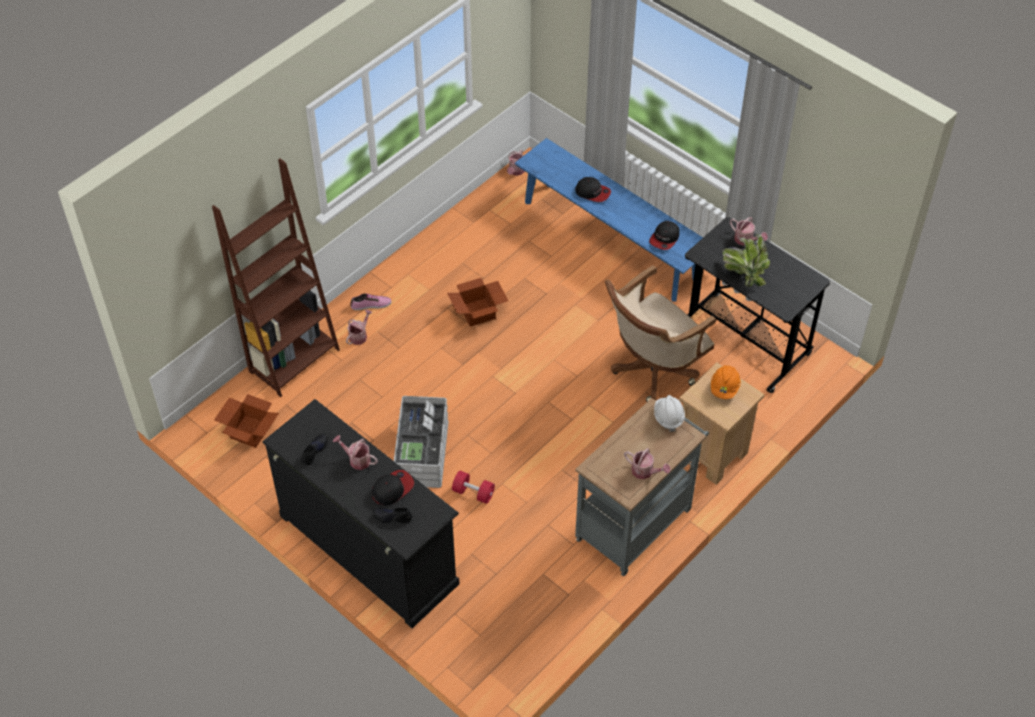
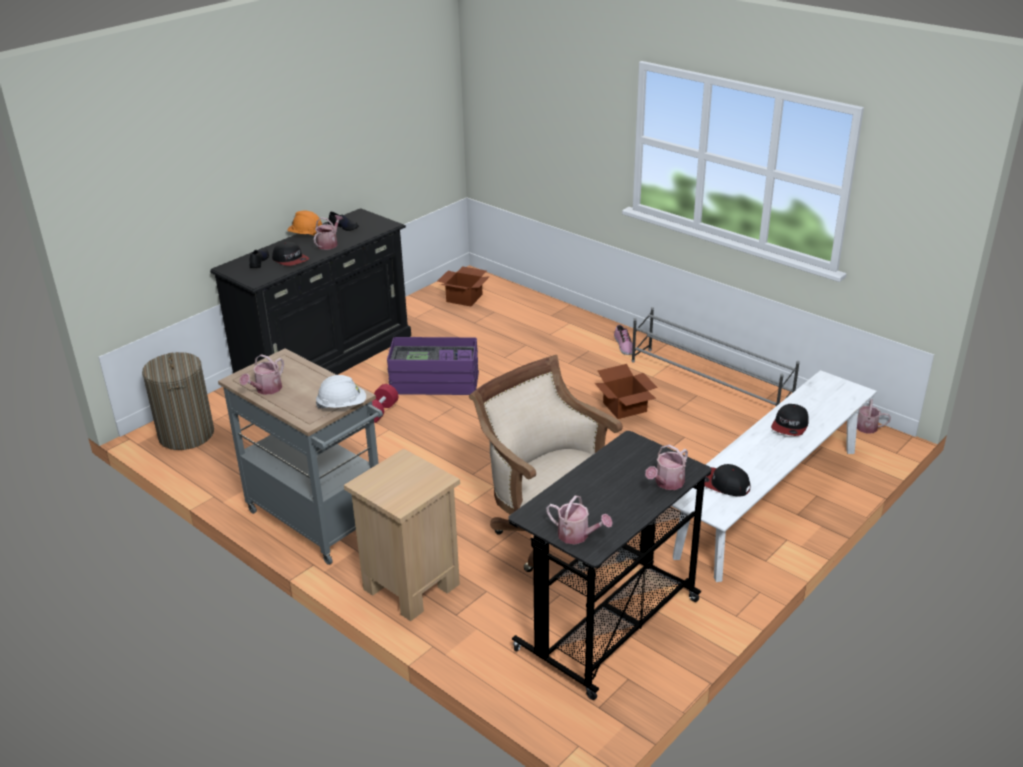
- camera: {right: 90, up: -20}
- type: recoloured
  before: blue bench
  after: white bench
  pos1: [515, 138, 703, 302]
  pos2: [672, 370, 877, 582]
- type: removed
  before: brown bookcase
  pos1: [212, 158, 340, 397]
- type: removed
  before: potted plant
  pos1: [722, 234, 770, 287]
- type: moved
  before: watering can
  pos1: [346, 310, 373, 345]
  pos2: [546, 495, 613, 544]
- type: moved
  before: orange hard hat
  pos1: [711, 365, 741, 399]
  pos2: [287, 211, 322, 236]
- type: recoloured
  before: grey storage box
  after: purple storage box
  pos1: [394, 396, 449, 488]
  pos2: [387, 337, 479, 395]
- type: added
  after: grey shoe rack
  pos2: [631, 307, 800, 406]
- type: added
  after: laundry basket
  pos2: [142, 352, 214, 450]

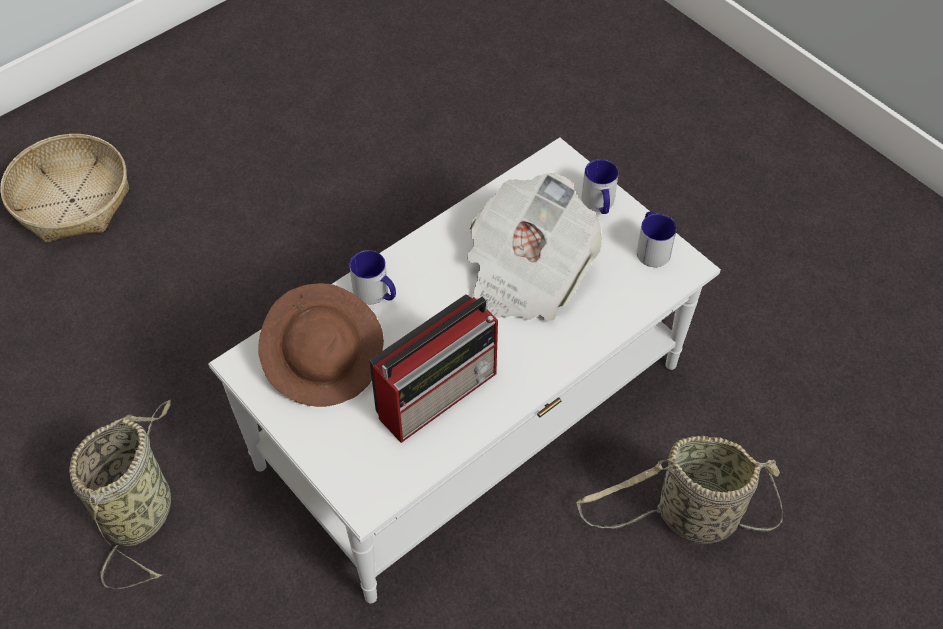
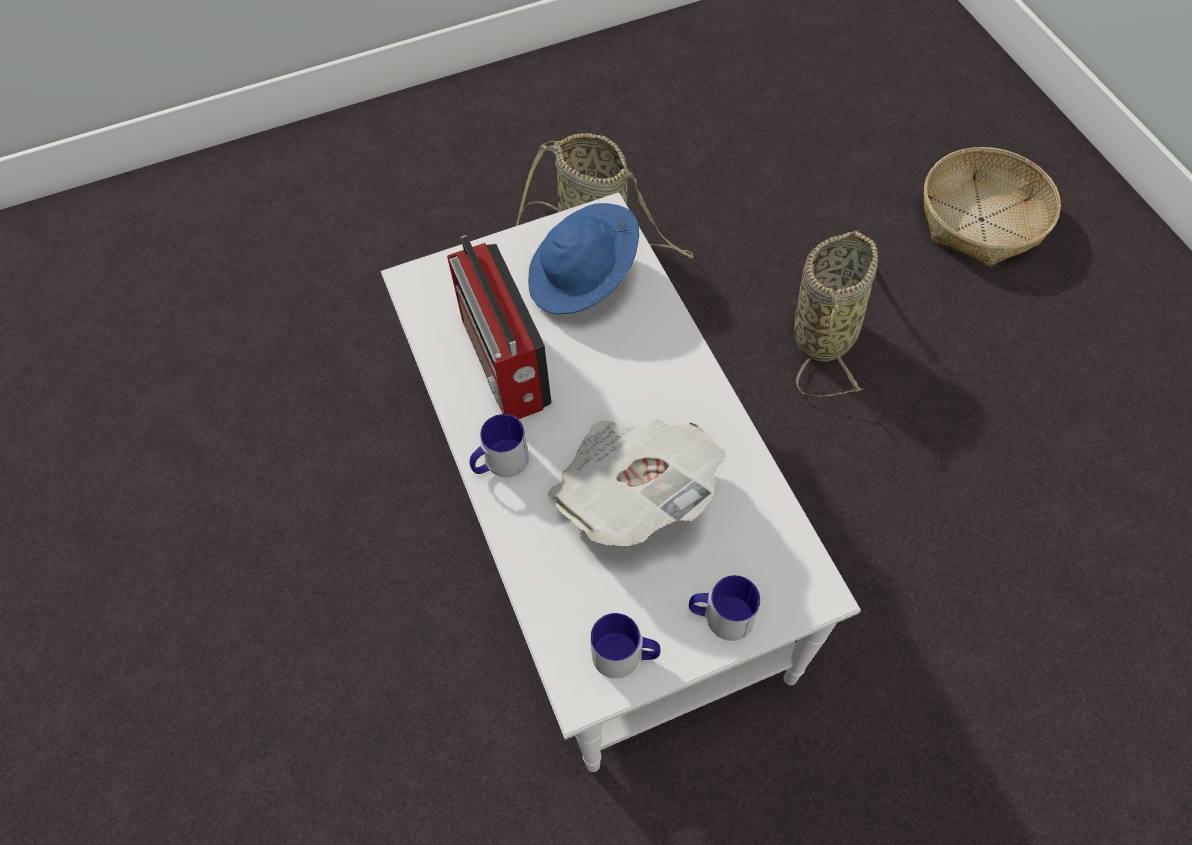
- camera: {right: 110, up: 5}
- type: moved
  before: mug
  pos1: [350, 250, 396, 304]
  pos2: [470, 414, 529, 477]
- type: recoloured
  before: brown hat
  after: blue hat
  pos1: [259, 283, 384, 407]
  pos2: [528, 203, 639, 315]
- type: moved
  before: basket
  pos1: [576, 436, 783, 544]
  pos2: [794, 230, 878, 397]

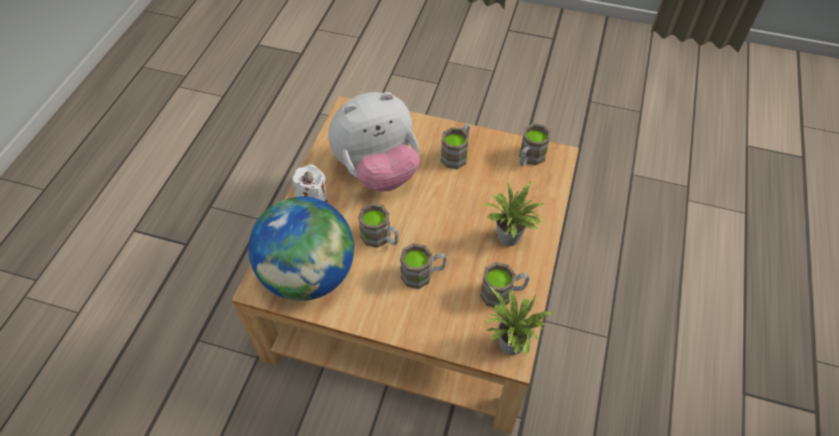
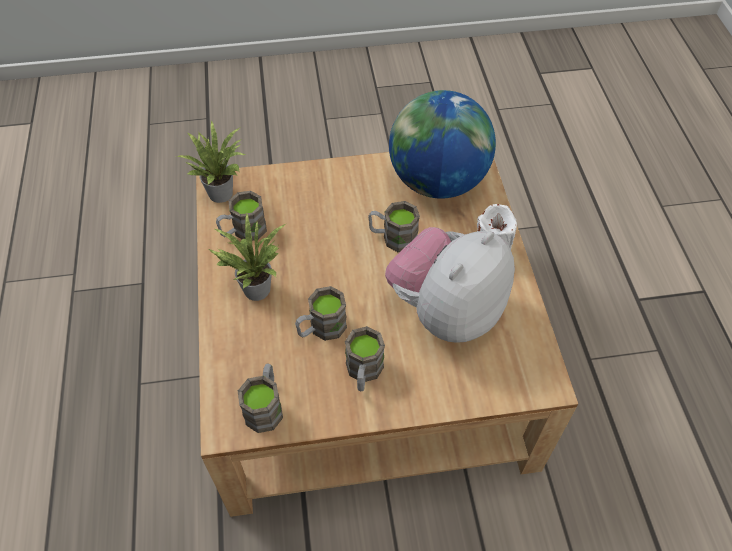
- camera: {right: 155, up: 0}
- type: moved
  before: brown mug
  pos1: [400, 243, 447, 289]
  pos2: [295, 286, 347, 341]

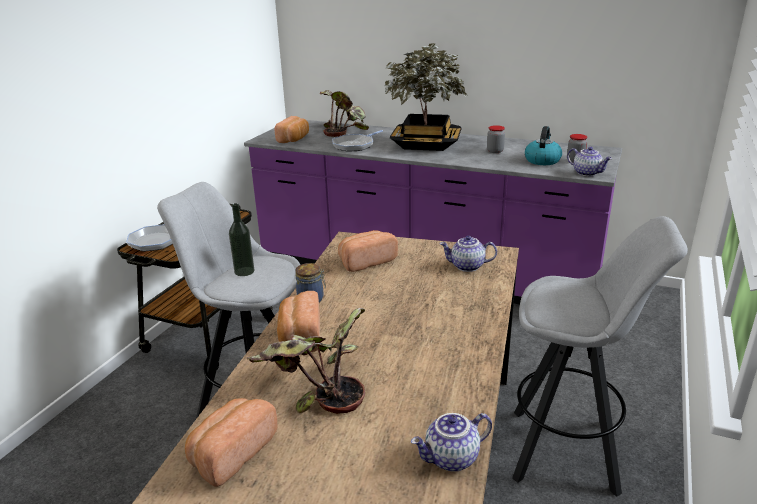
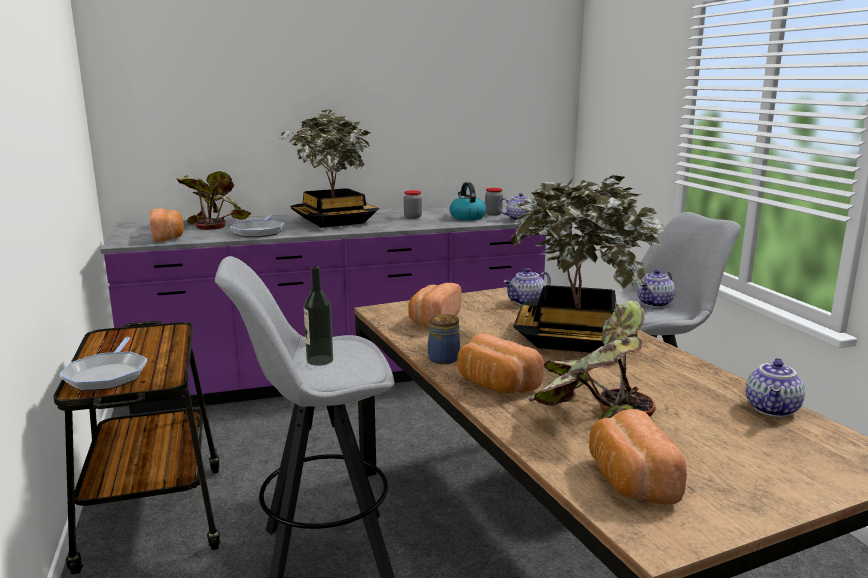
- camera: {right: -40, up: -10}
- type: added
  after: potted plant
  pos2: [510, 175, 665, 353]
- type: added
  after: teapot
  pos2: [637, 269, 675, 307]

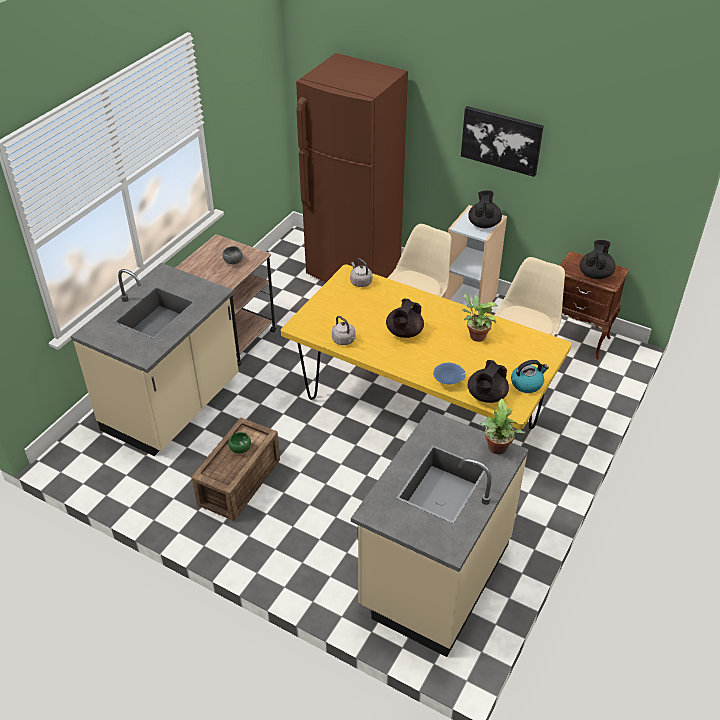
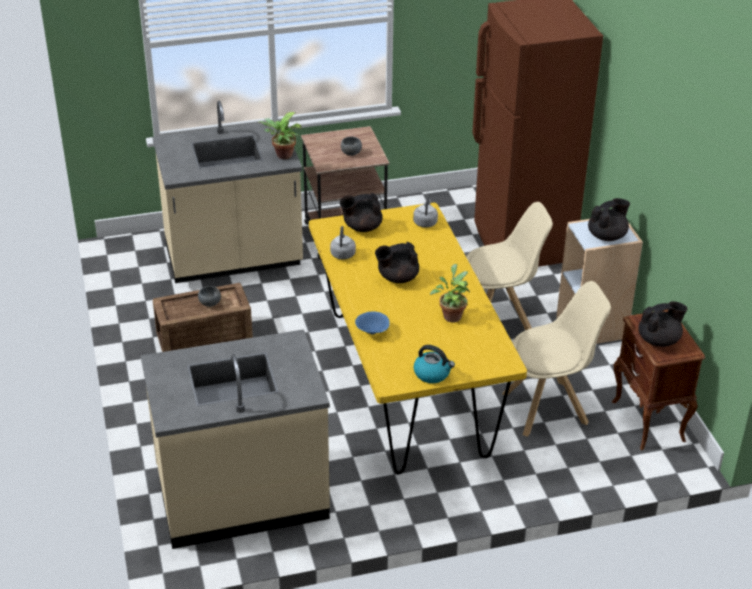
- camera: {right: 45, up: -5}
- type: removed
  before: picture
  pos1: [461, 106, 544, 177]
- type: moved
  before: black teapot
  pos1: [468, 360, 509, 403]
  pos2: [340, 193, 383, 232]
- type: moved
  before: potted plant
  pos1: [479, 399, 525, 454]
  pos2: [259, 112, 302, 159]
- type: recoloured
  before: green bowl
  after: grey bowl
  pos1: [228, 432, 251, 453]
  pos2: [198, 286, 221, 307]

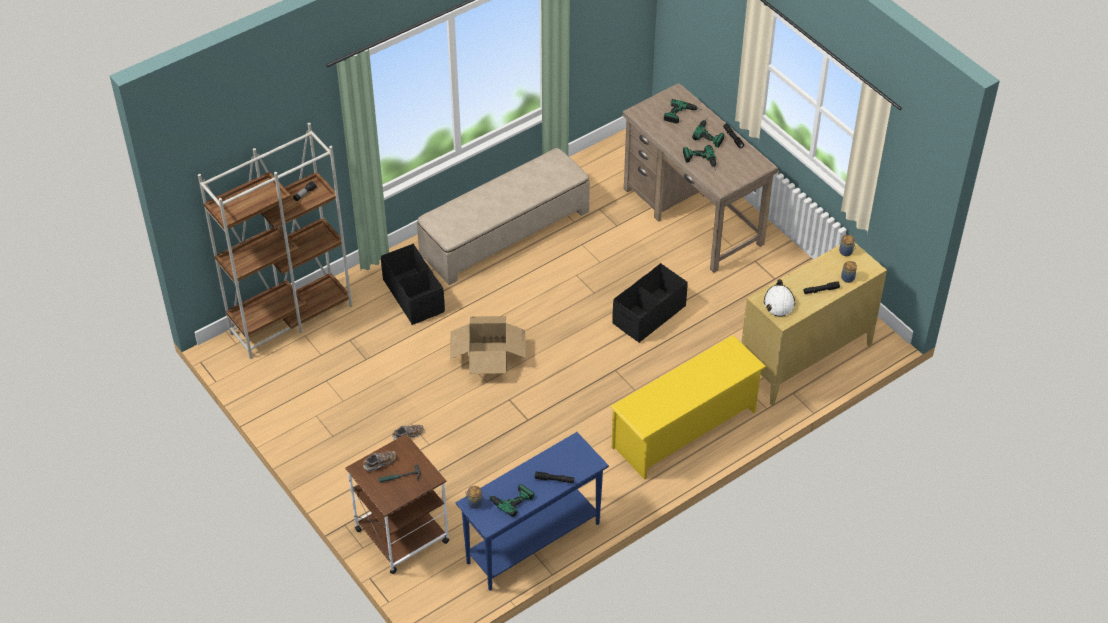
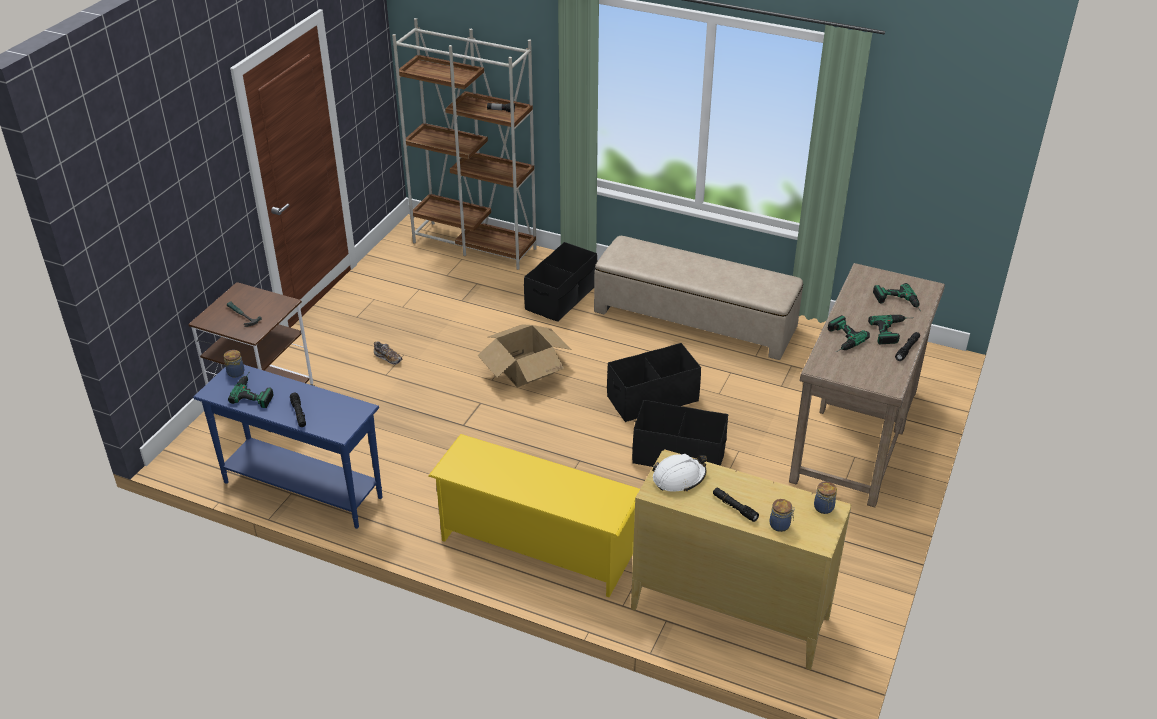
- camera: {right: 60, up: -10}
- type: removed
  before: shoe
  pos1: [363, 451, 396, 472]
- type: added
  after: black storage box
  pos2: [607, 343, 701, 422]

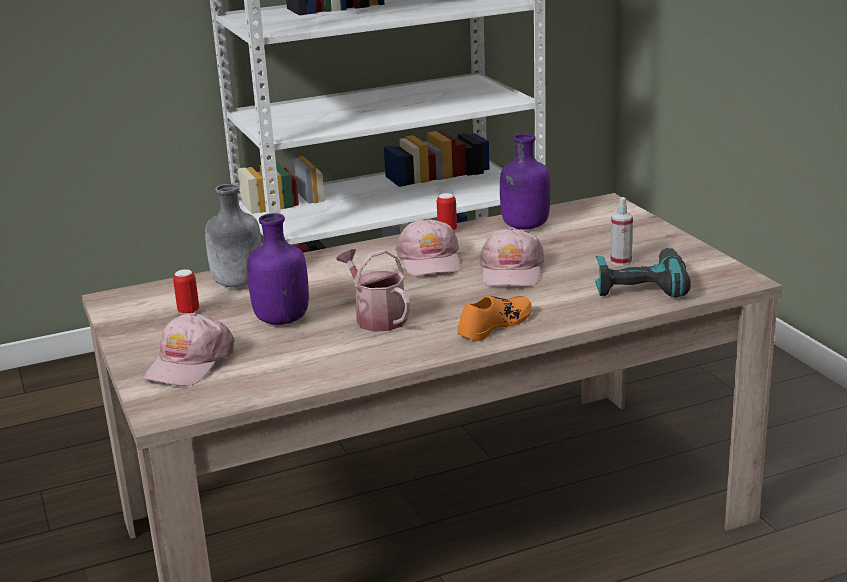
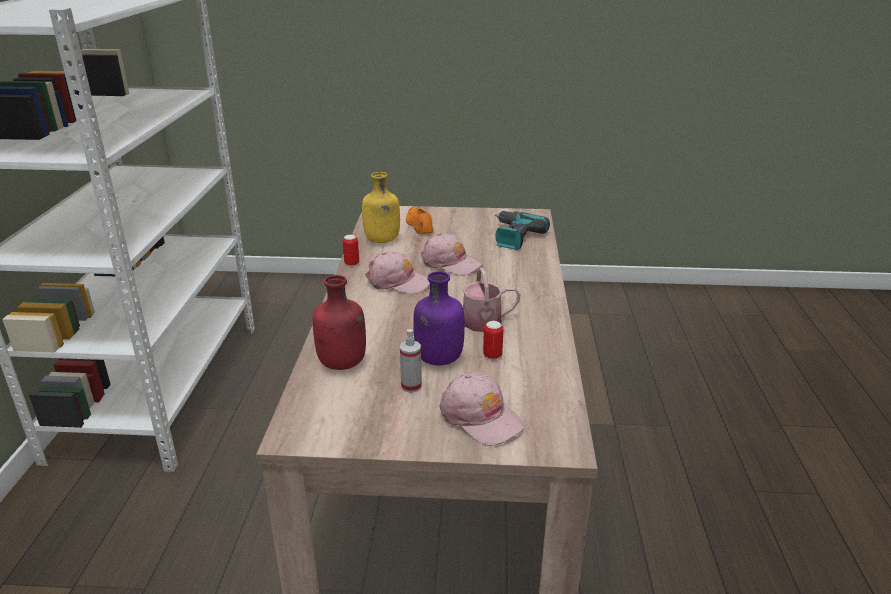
- camera: {right: -65, up: 5}
- type: recoloured
  before: purple bottle
  after: yellow bottle
  pos1: [500, 134, 550, 230]
  pos2: [362, 172, 400, 243]
- type: recoloured
  before: grey bottle
  after: red bottle
  pos1: [205, 184, 262, 288]
  pos2: [313, 275, 366, 370]
- type: moved
  before: spray bottle
  pos1: [610, 197, 633, 266]
  pos2: [400, 329, 422, 393]
- type: moved
  before: can
  pos1: [173, 269, 199, 314]
  pos2: [483, 321, 503, 360]
- type: moved
  before: orange shoe
  pos1: [458, 296, 532, 341]
  pos2: [406, 207, 433, 234]

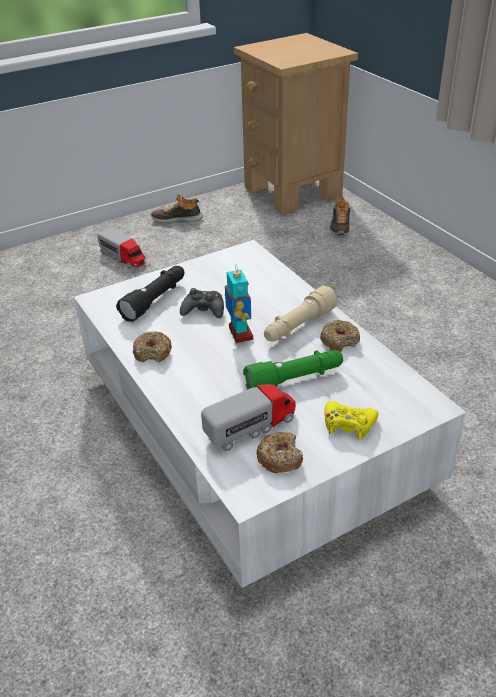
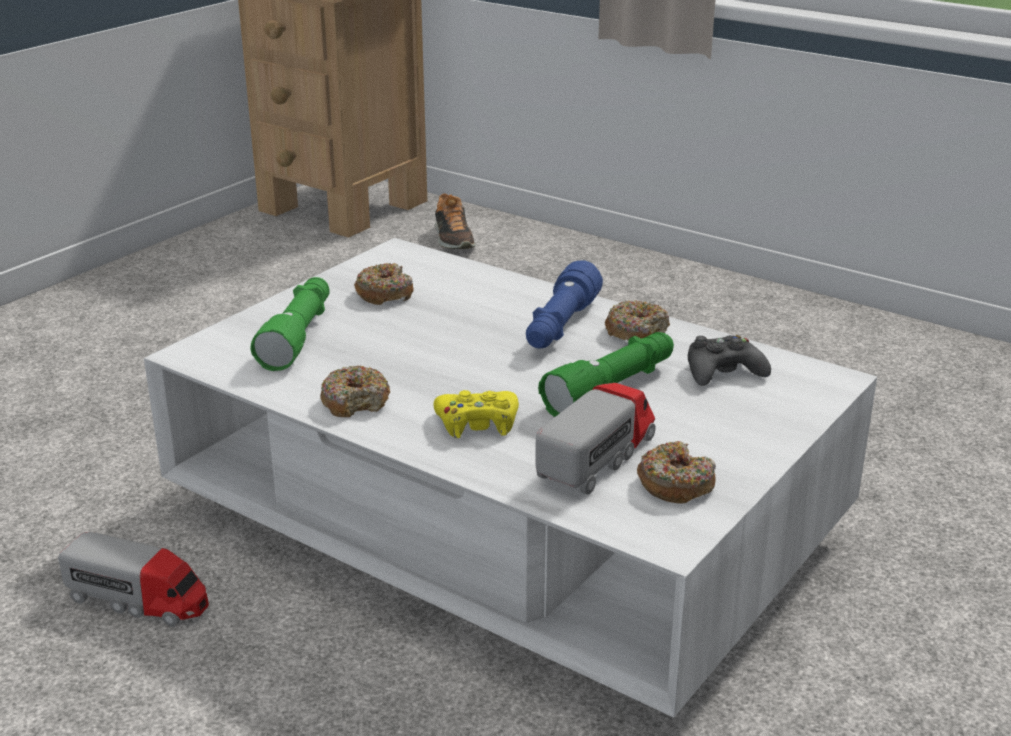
- camera: {right: -25, up: -10}
- type: removed
  before: shoe
  pos1: [151, 194, 203, 223]
- type: moved
  before: toy truck
  pos1: [97, 228, 146, 269]
  pos2: [58, 532, 209, 627]
- type: removed
  before: toy robot
  pos1: [225, 264, 253, 343]
- type: recoloured
  before: black flashlight
  after: green flashlight
  pos1: [116, 266, 184, 322]
  pos2: [250, 277, 330, 371]
- type: recoloured
  before: beige flashlight
  after: blue flashlight
  pos1: [264, 286, 338, 341]
  pos2: [526, 261, 603, 348]
- type: moved
  before: black game controller
  pos1: [180, 288, 224, 318]
  pos2: [688, 335, 771, 386]
- type: moved
  before: yellow game controller
  pos1: [324, 401, 378, 440]
  pos2: [434, 390, 519, 438]
- type: added
  after: donut
  pos2: [354, 263, 414, 305]

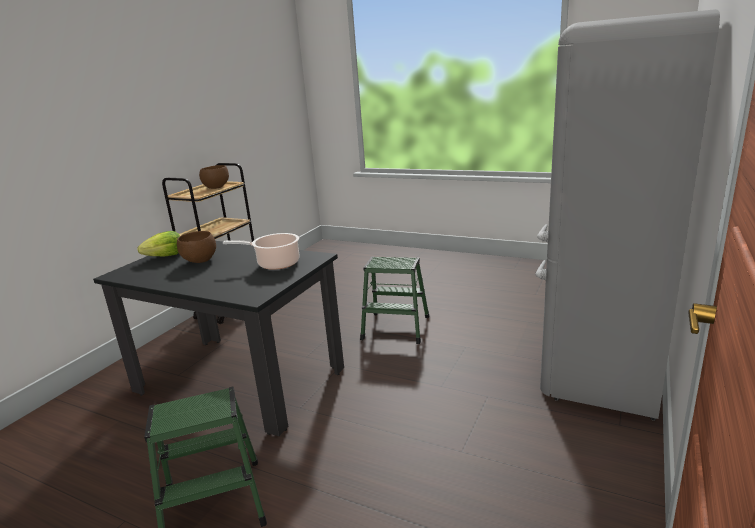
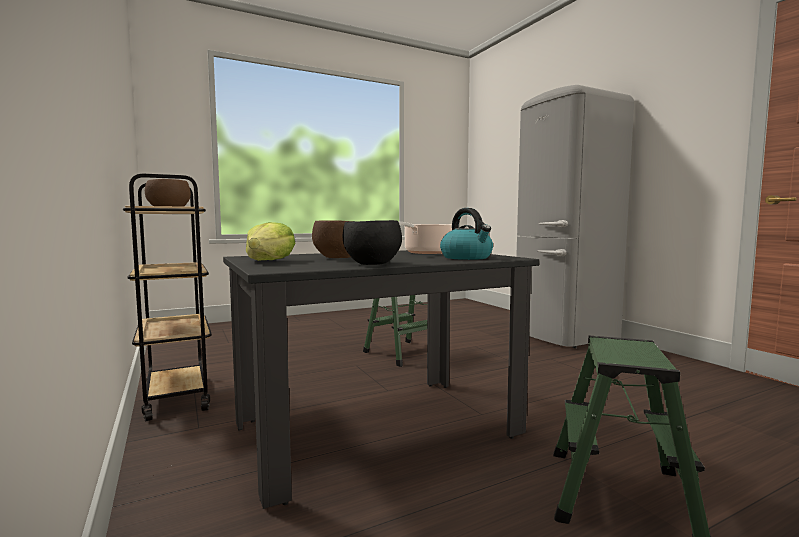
- camera: {right: -55, up: -15}
- type: added
  after: kettle
  pos2: [440, 208, 493, 260]
- type: added
  after: black bowl
  pos2: [343, 220, 402, 265]

